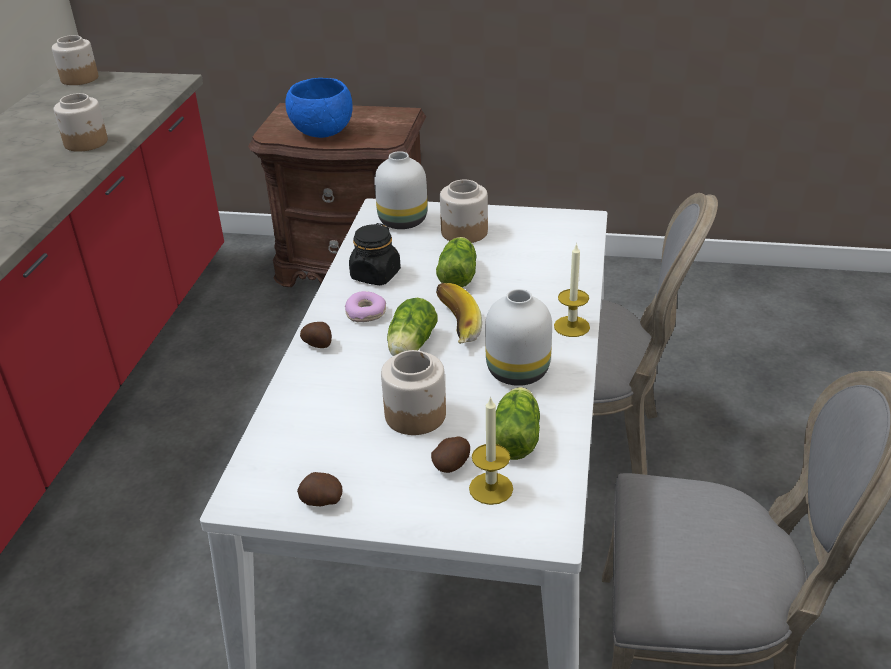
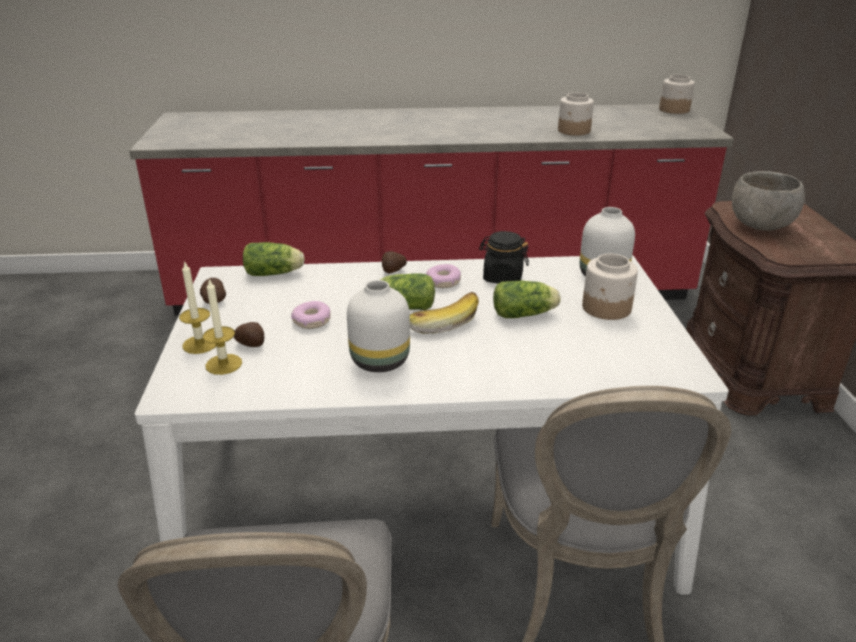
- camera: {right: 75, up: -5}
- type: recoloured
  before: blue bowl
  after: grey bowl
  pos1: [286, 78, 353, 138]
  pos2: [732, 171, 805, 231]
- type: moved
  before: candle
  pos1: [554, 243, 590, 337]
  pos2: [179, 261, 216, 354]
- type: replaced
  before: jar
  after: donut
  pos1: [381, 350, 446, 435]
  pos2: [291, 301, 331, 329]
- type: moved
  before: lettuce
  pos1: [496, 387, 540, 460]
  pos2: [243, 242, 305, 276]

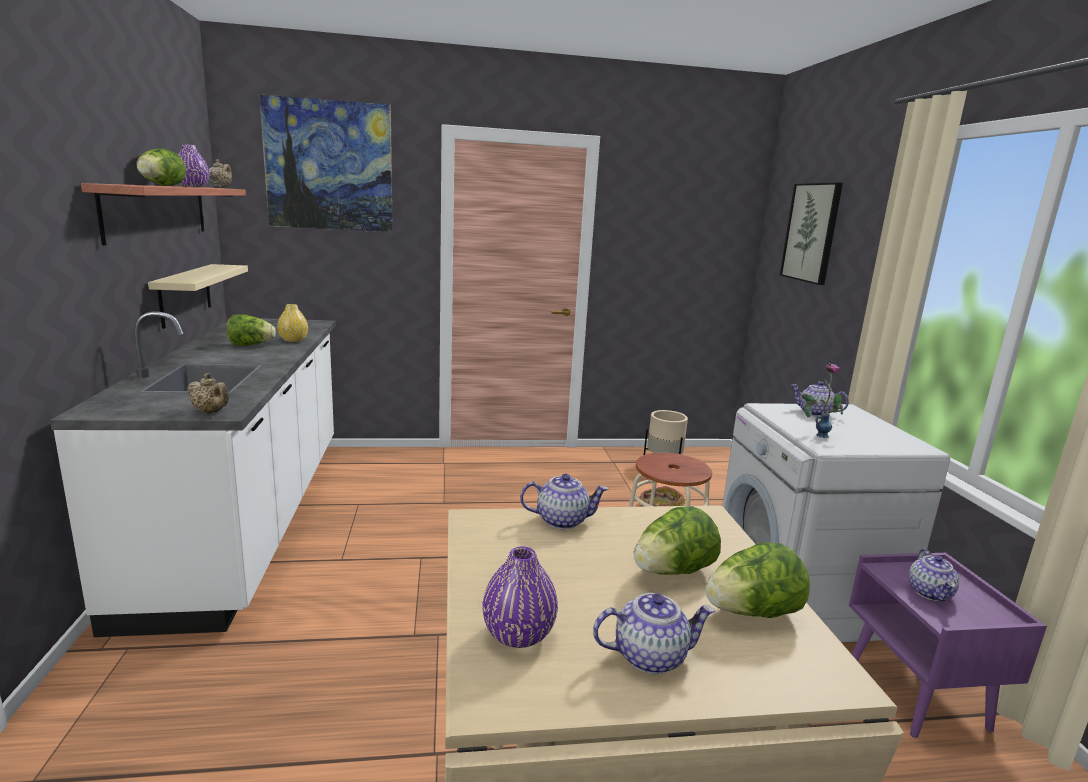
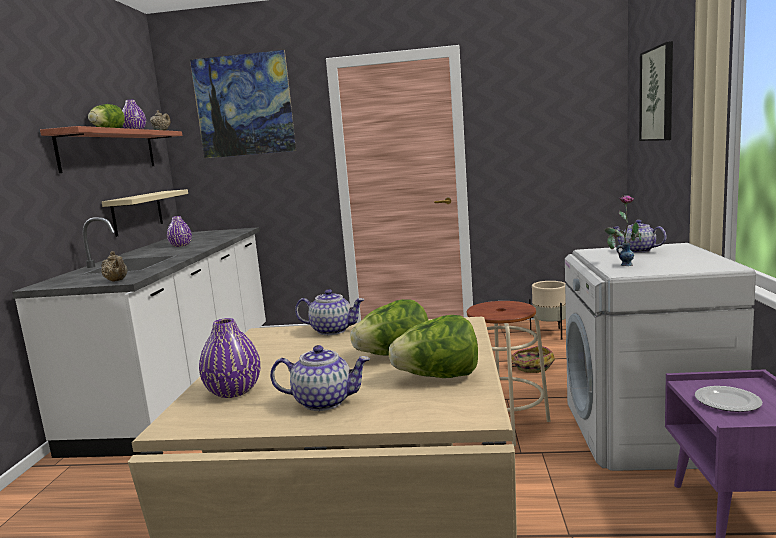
- camera: {right: 15, up: -5}
- type: removed
  before: yellow vase
  pos1: [277, 304, 308, 342]
- type: replaced
  before: lettuce
  after: purple vase
  pos1: [227, 314, 276, 346]
  pos2: [167, 216, 192, 247]
- type: replaced
  before: teapot
  after: plate
  pos1: [909, 549, 959, 601]
  pos2: [695, 386, 762, 412]

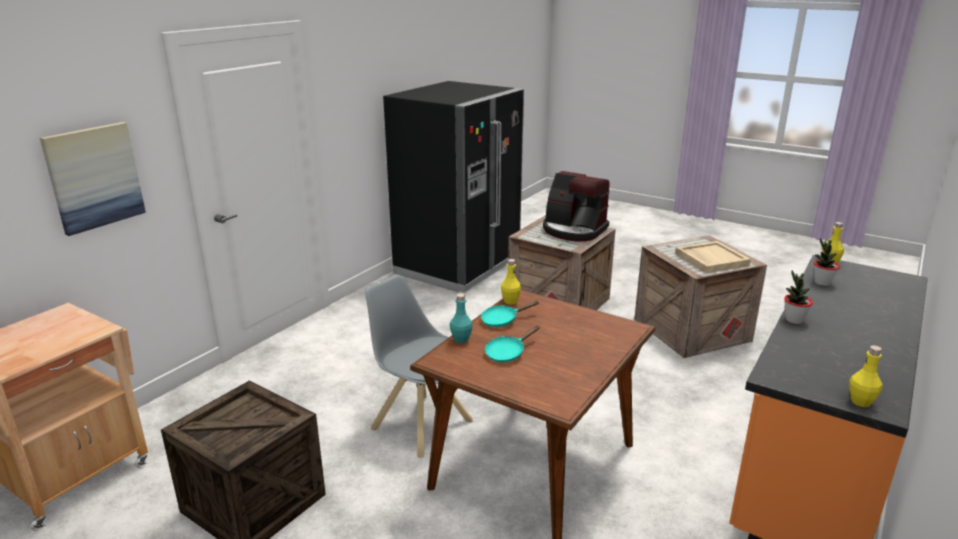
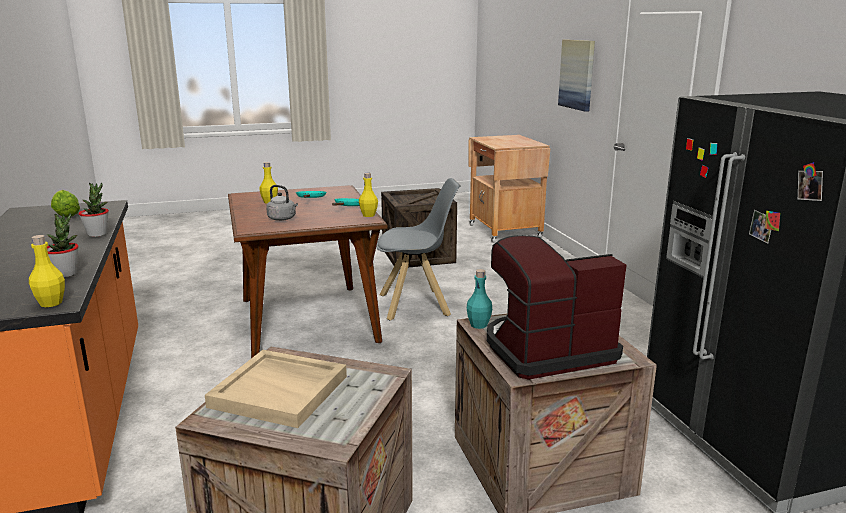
- camera: {right: 130, up: -5}
- type: moved
  before: turquoise bottle
  pos1: [450, 293, 473, 344]
  pos2: [467, 269, 492, 329]
- type: moved
  before: yellow bottle
  pos1: [849, 345, 883, 407]
  pos2: [259, 162, 278, 204]
- type: added
  after: grey kettle
  pos2: [266, 185, 298, 221]
- type: added
  after: lettuce
  pos2: [51, 190, 80, 217]

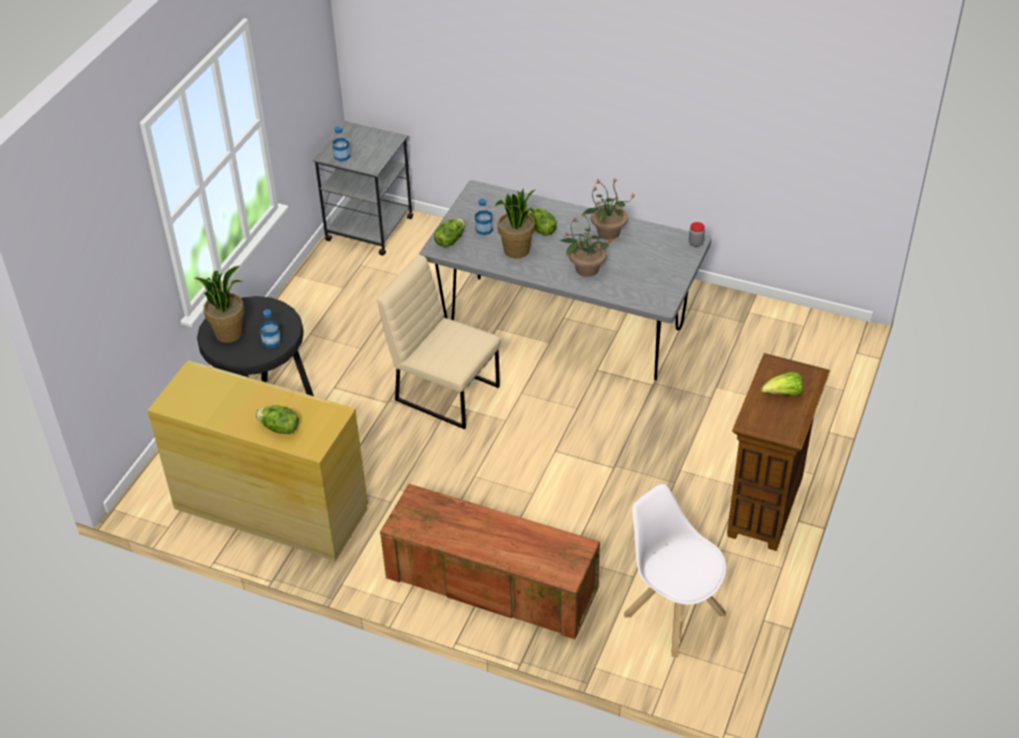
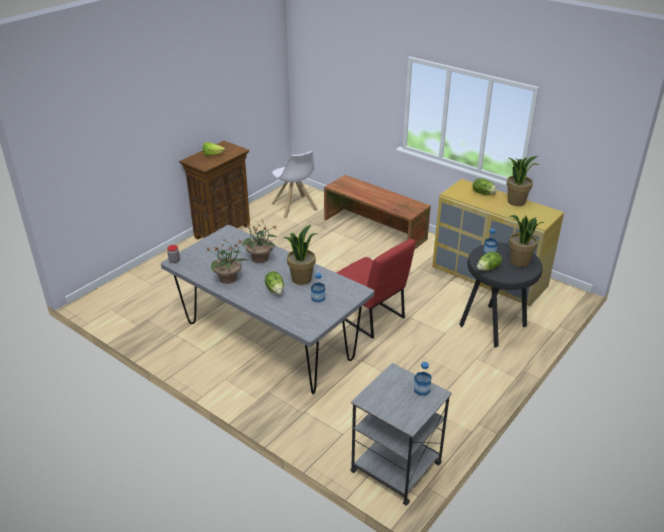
- camera: {right: -165, up: -10}
- type: moved
  before: lettuce
  pos1: [434, 219, 465, 247]
  pos2: [477, 252, 502, 271]
- type: recoloured
  before: beige chair
  after: red chair
  pos1: [377, 255, 501, 429]
  pos2: [336, 239, 416, 339]
- type: added
  after: potted plant
  pos2: [507, 156, 539, 206]

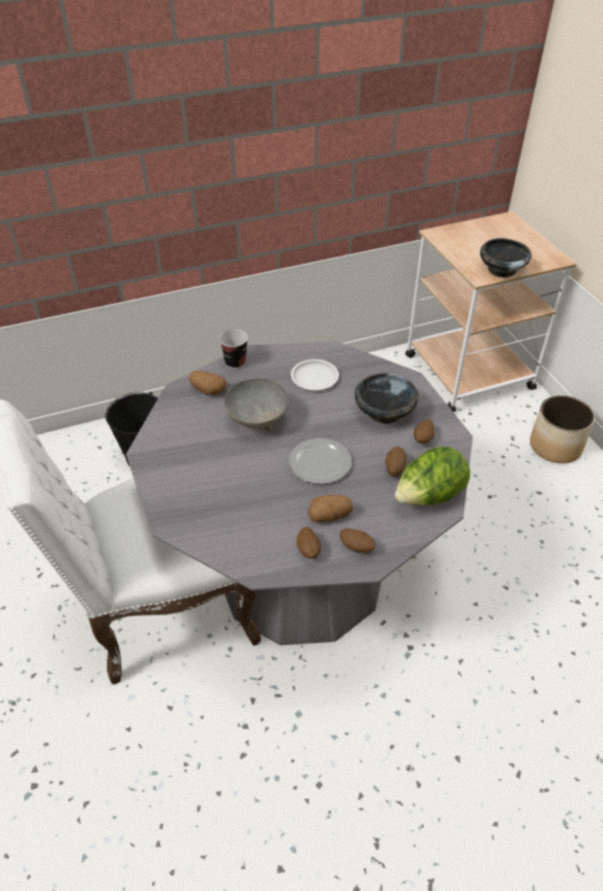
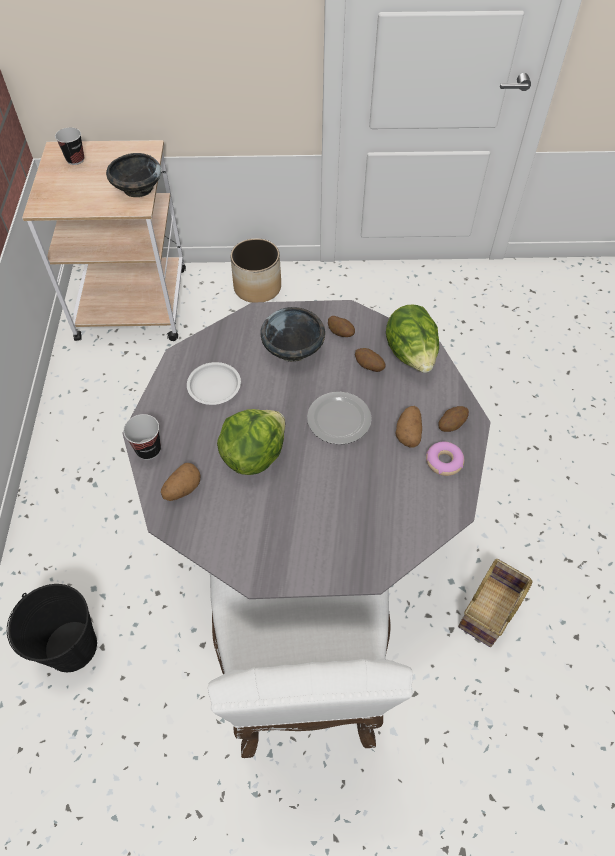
- camera: {right: -70, up: 10}
- type: replaced
  before: grey bowl
  after: lettuce
  pos1: [224, 378, 289, 431]
  pos2: [217, 409, 285, 475]
- type: replaced
  before: potato
  after: donut
  pos1: [297, 527, 321, 559]
  pos2: [426, 442, 464, 476]
- type: added
  after: cup
  pos2: [55, 127, 84, 165]
- type: added
  after: basket
  pos2: [458, 559, 533, 647]

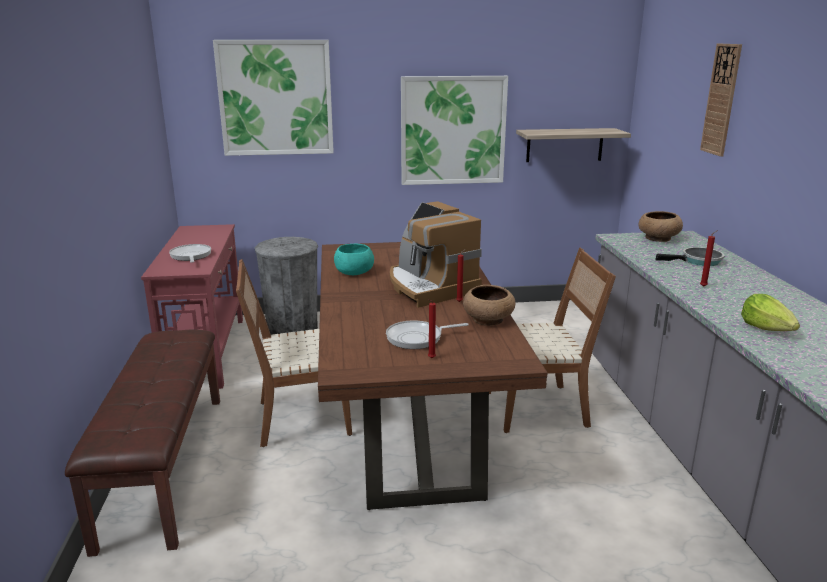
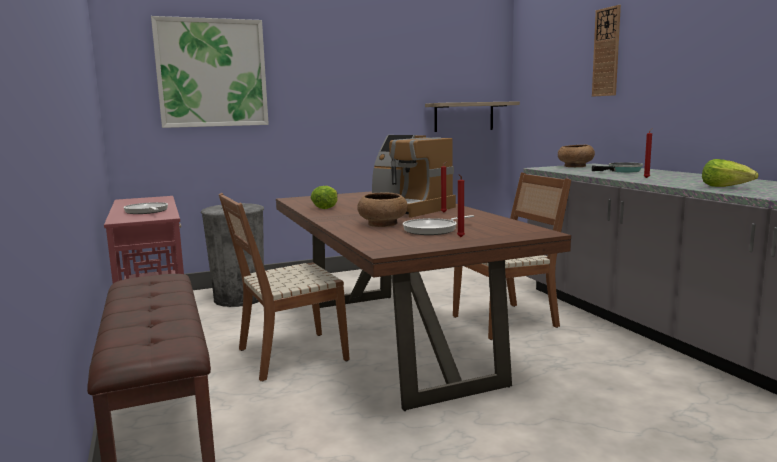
- camera: {right: -15, up: -10}
- type: removed
  before: picture
  pos1: [401, 76, 508, 185]
- type: replaced
  before: turquoise bowl
  after: lettuce
  pos1: [334, 244, 374, 275]
  pos2: [310, 186, 338, 209]
- type: moved
  before: brown bowl
  pos1: [463, 285, 515, 326]
  pos2: [357, 193, 408, 227]

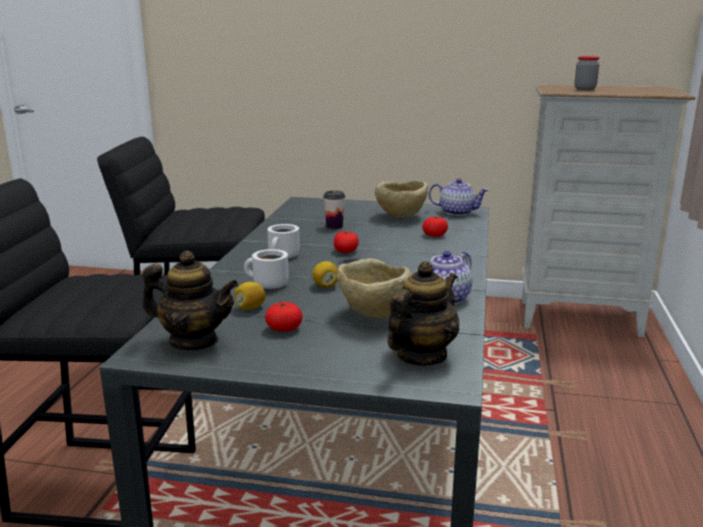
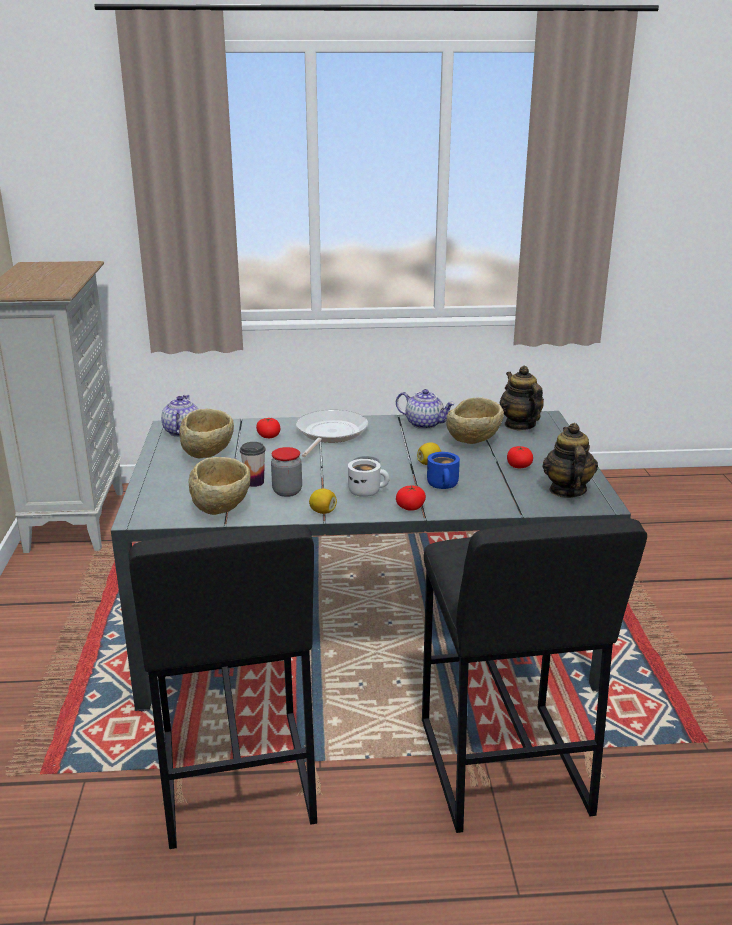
- camera: {right: -105, up: 5}
- type: moved
  before: jar
  pos1: [574, 56, 599, 90]
  pos2: [271, 447, 302, 497]
- type: moved
  before: tomato
  pos1: [334, 231, 359, 253]
  pos2: [396, 485, 426, 511]
- type: recoloured
  before: white mug
  after: blue mug
  pos1: [244, 249, 289, 289]
  pos2: [427, 452, 460, 489]
- type: turned
  before: teapot
  pos1: [387, 261, 459, 366]
  pos2: [500, 366, 544, 430]
  turn: 45
- type: moved
  before: lemon
  pos1: [234, 282, 266, 310]
  pos2: [309, 488, 337, 514]
- type: added
  after: frying pan
  pos2: [296, 409, 368, 457]
- type: added
  after: beige bowl
  pos2: [189, 457, 251, 515]

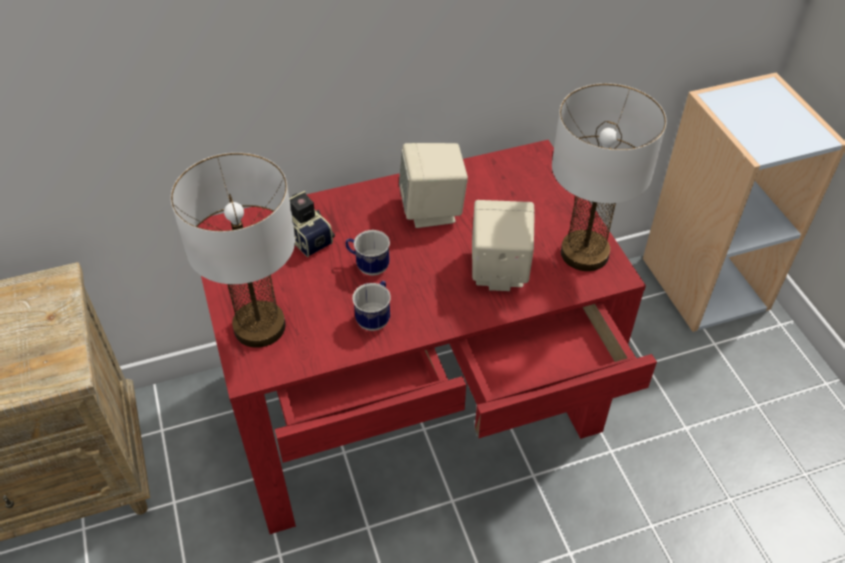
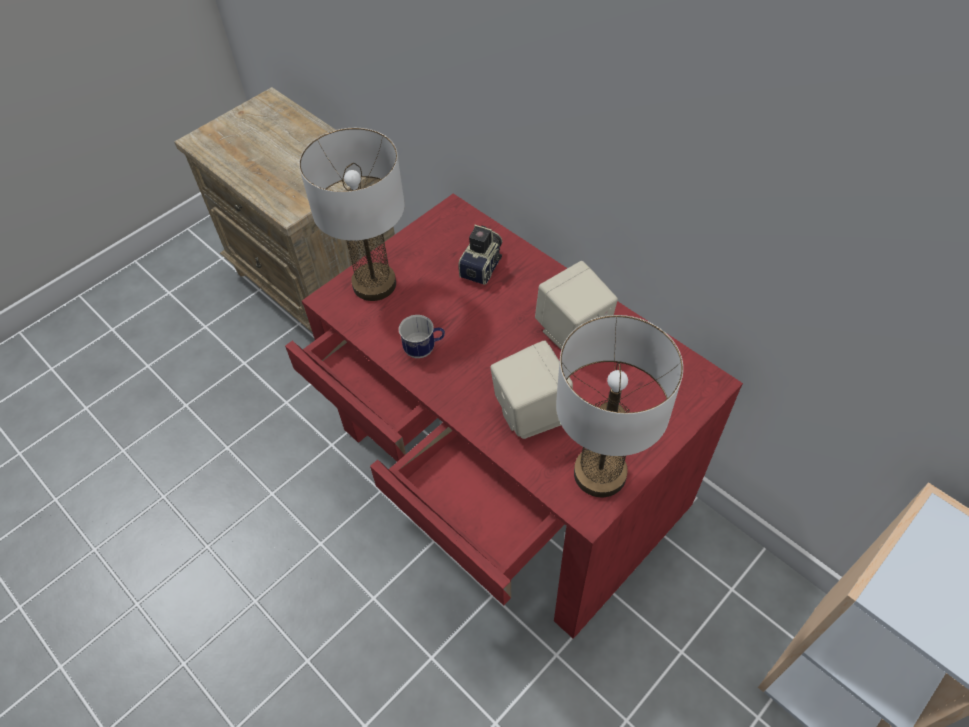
- camera: {right: 65, up: 5}
- type: removed
  before: mug
  pos1: [345, 230, 390, 276]

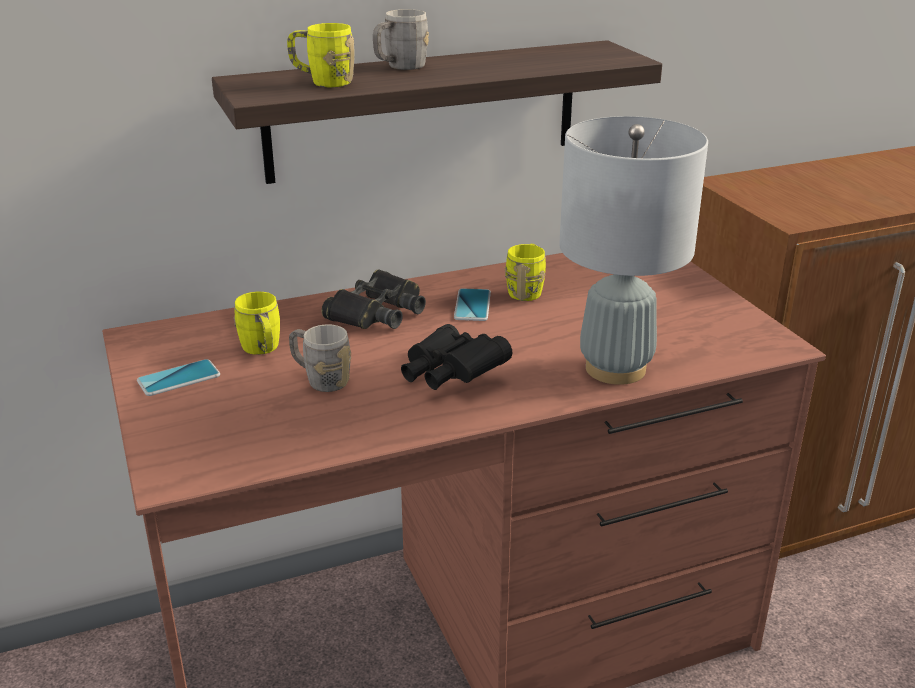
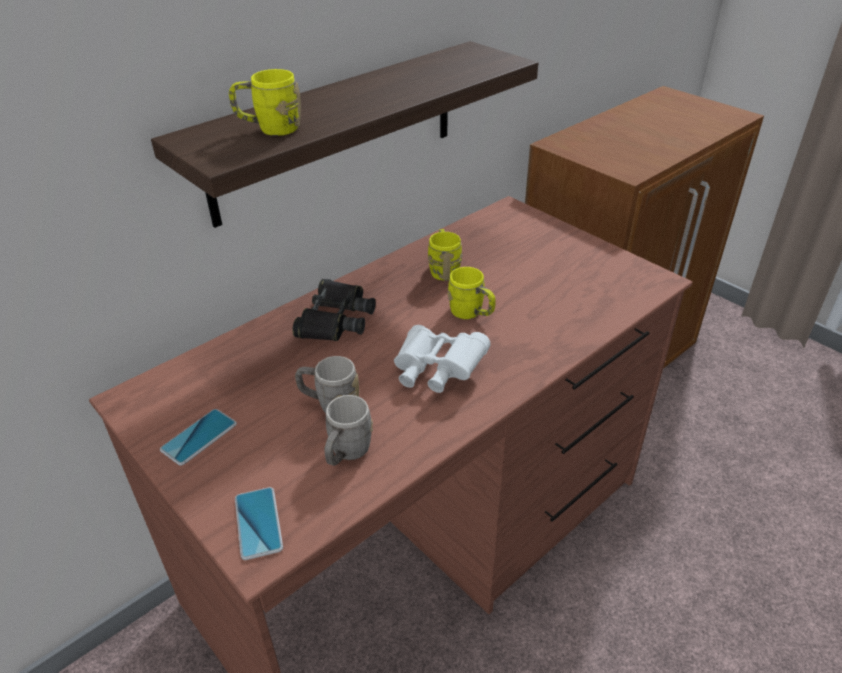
- camera: {right: -20, up: 10}
- type: moved
  before: grey mug
  pos1: [373, 9, 429, 70]
  pos2: [324, 395, 373, 466]
- type: removed
  before: grey table lamp
  pos1: [559, 116, 708, 385]
- type: moved
  before: phone
  pos1: [454, 288, 491, 321]
  pos2: [235, 487, 283, 560]
- type: moved
  before: yellow mug
  pos1: [234, 292, 280, 355]
  pos2: [448, 267, 496, 319]
- type: recoloured
  before: black binoculars
  after: white binoculars
  pos1: [401, 324, 512, 390]
  pos2: [394, 325, 491, 393]

